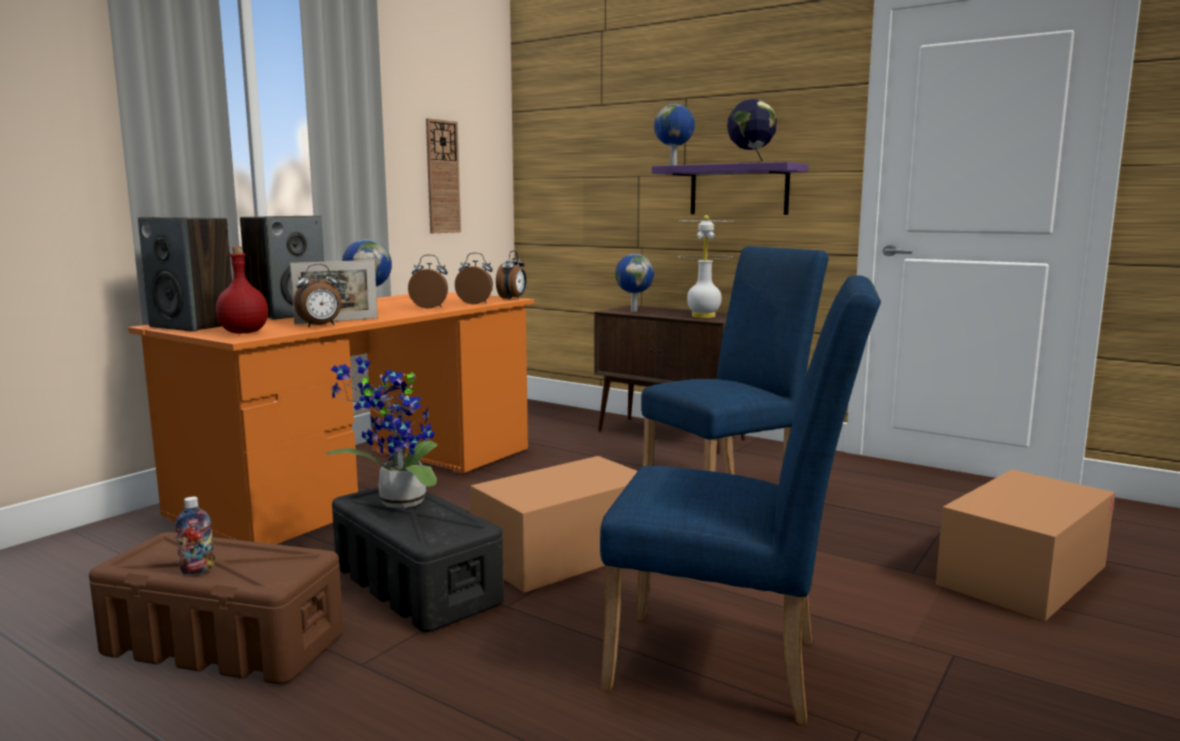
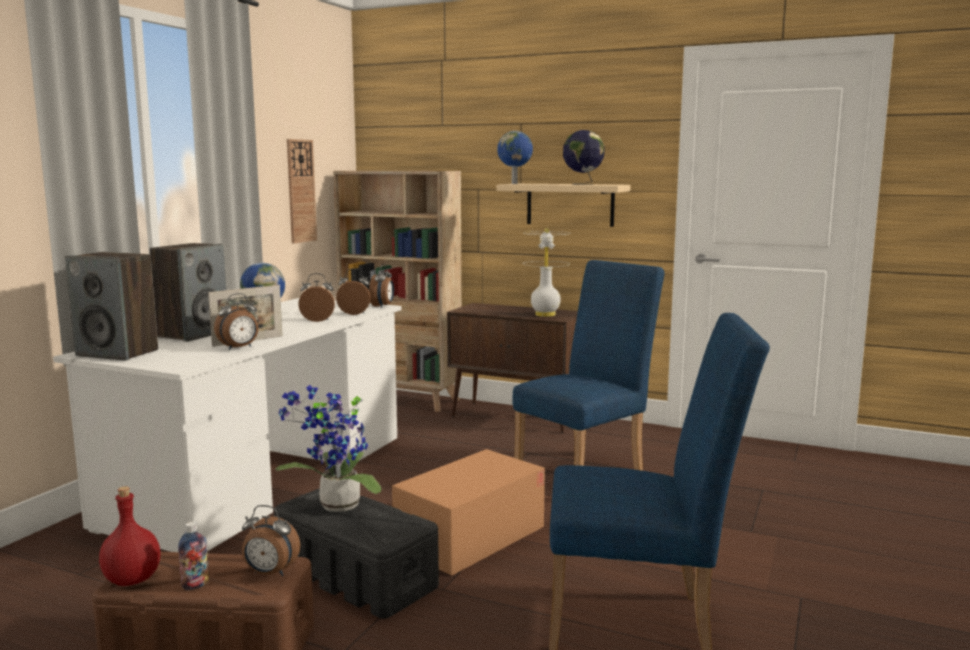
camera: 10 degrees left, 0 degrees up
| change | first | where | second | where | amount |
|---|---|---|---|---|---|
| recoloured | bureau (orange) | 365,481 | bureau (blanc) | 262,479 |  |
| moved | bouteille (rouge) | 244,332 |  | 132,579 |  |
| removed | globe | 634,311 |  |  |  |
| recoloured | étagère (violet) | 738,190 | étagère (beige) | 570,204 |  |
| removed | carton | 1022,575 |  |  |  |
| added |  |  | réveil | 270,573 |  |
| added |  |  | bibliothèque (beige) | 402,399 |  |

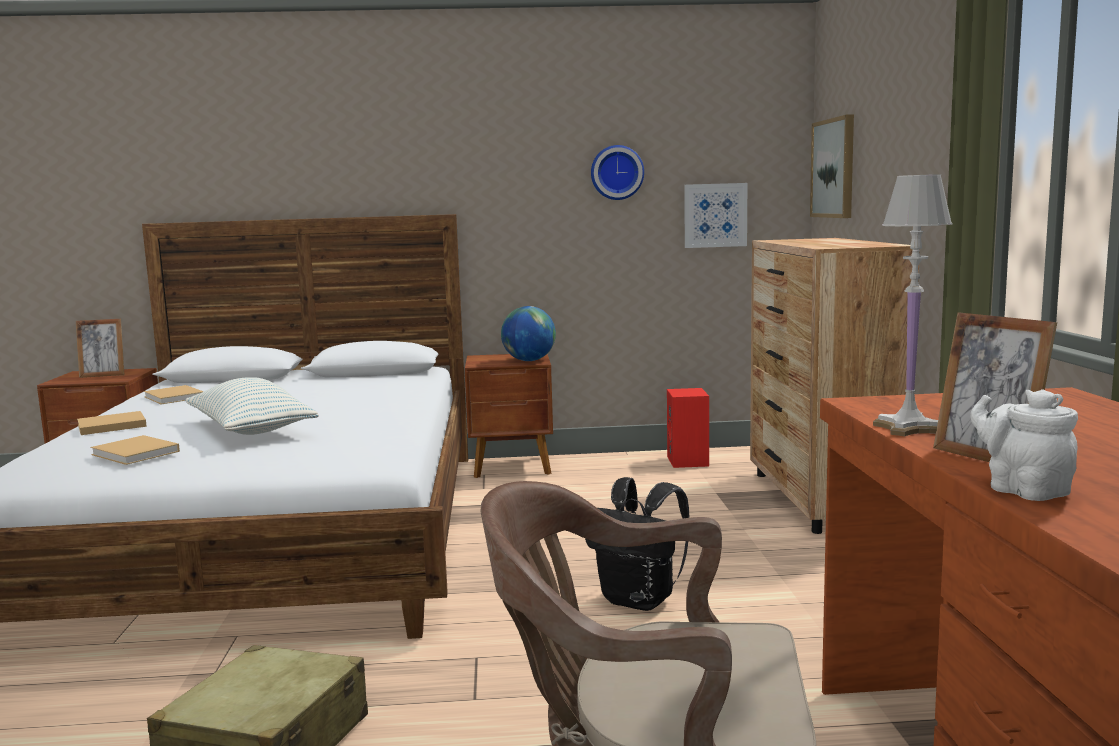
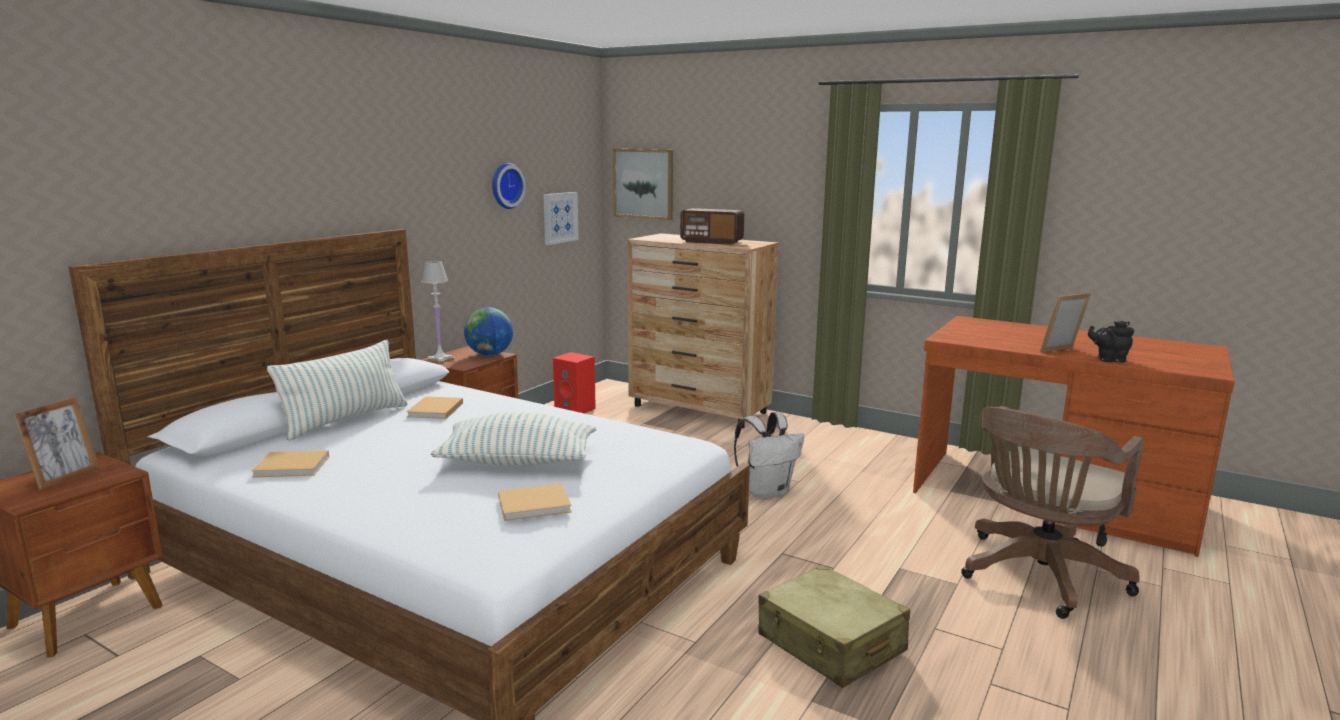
camera: 55 degrees left, 5 degrees up
| change | first | where | second | where | amount |
|---|---|---|---|---|---|
| moved | livre (beige) | 109,426 |  | 435,410 |  |
| recoloured | sac à dos (noir) | 640,600 | sac à dos (blanc) | 766,492 |  |
| moved | lampe de table (blanc) | 908,428 |  | 440,360 |  |
| turned | cadre photo | 988,457 |  | 1061,351 | 150 degrees clockwise |
| recoloured | théière (blanc) | 1022,489 | théière (noir) | 1109,359 |  |
| added |  |  | coussin | 345,420 |  |
| added |  |  | radio | 711,242 |  |

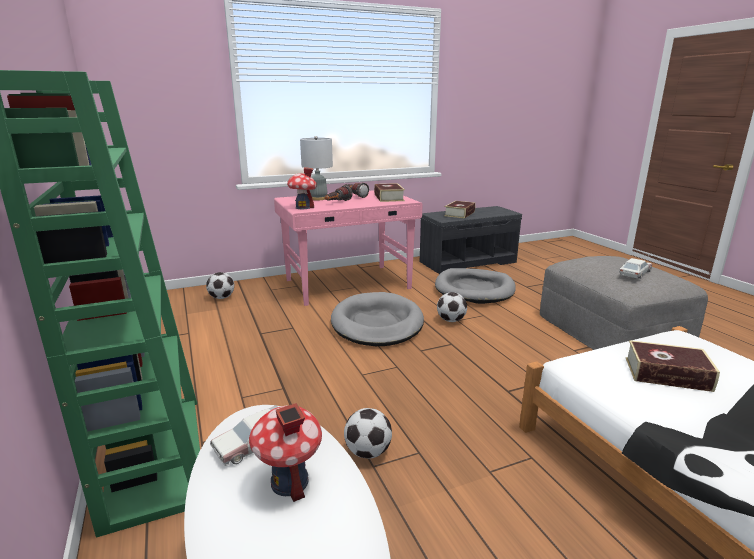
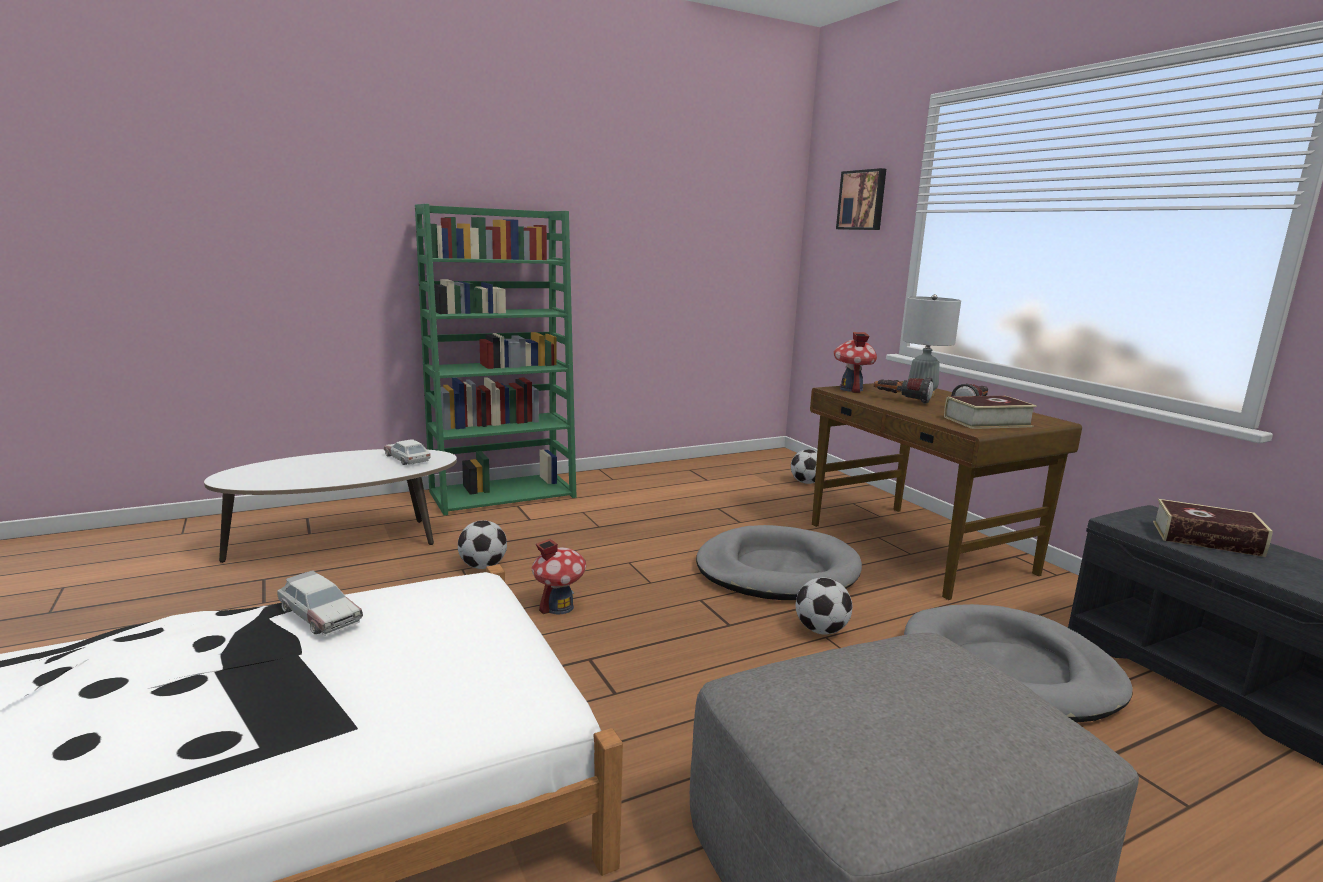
camera: 85 degrees right, 5 degrees down
| change | first | where | second | where | amount |
|---|---|---|---|---|---|
| moved | maison miniature | 289,482 |  | 559,607 |  |
| recoloured | bureau (rose) | 348,284 | bureau (marron) | 917,549 |  |
| moved | petite voiture | 634,273 |  | 319,615 |  |
| removed | livre | 667,374 |  |  |  |
| added |  |  | tableau | 862,200 |  |

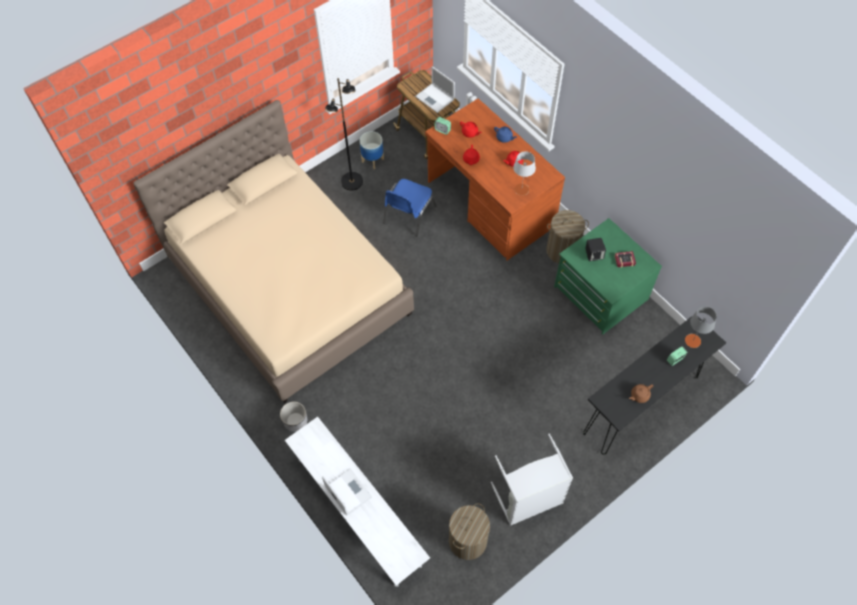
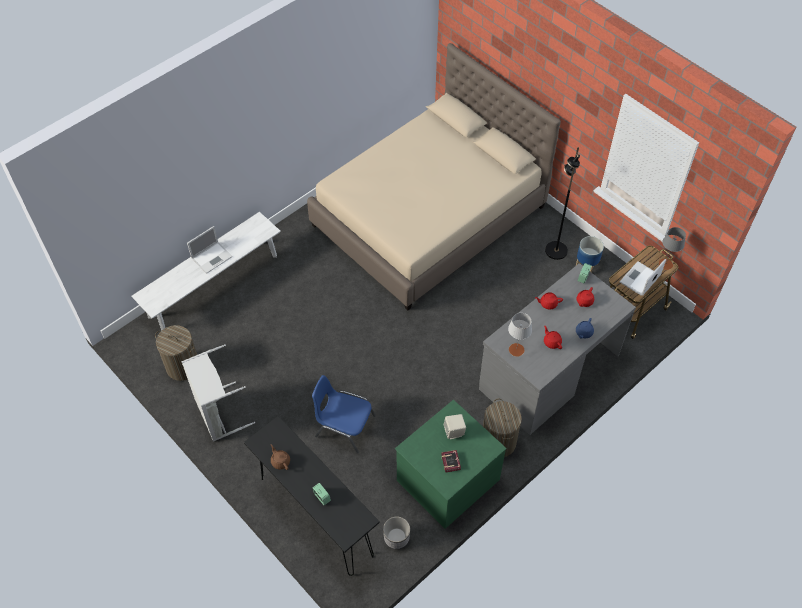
camera: 85 degrees right, 5 degrees down
| change | first | where | second | where | amount |
|---|---|---|---|---|---|
| moved | cache-pot | 295,421 |  | 396,537 |  |
| moved | chaise (bleu) | 408,215 |  | 344,426 |  |
| recoloured | bureau (marron) | 490,204 | bureau (gris) | 548,371 |  |
| recoloured | enceinte (noir) | 593,255 | enceinte (beige) | 454,432 |  |
| moved | lampe de table (gris) | 693,341 |  | 665,264 |  |

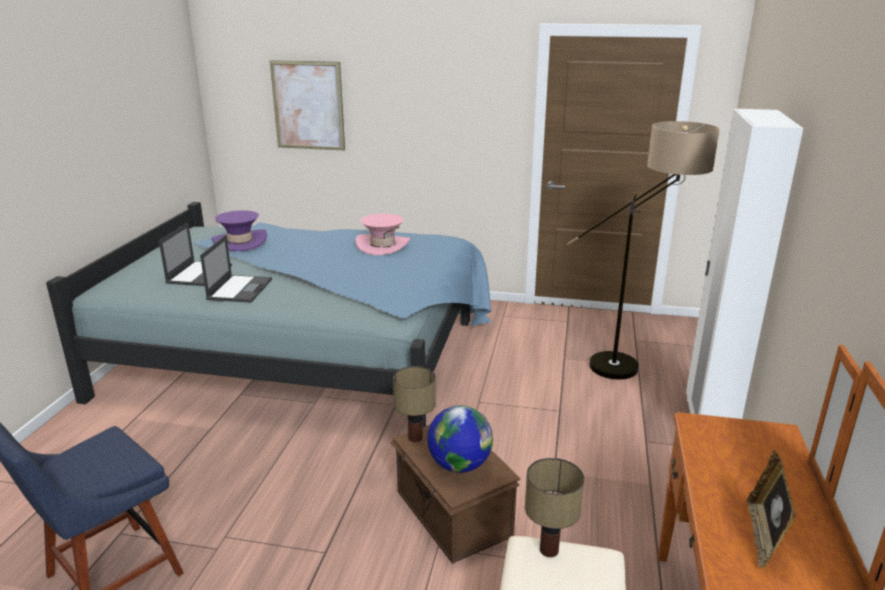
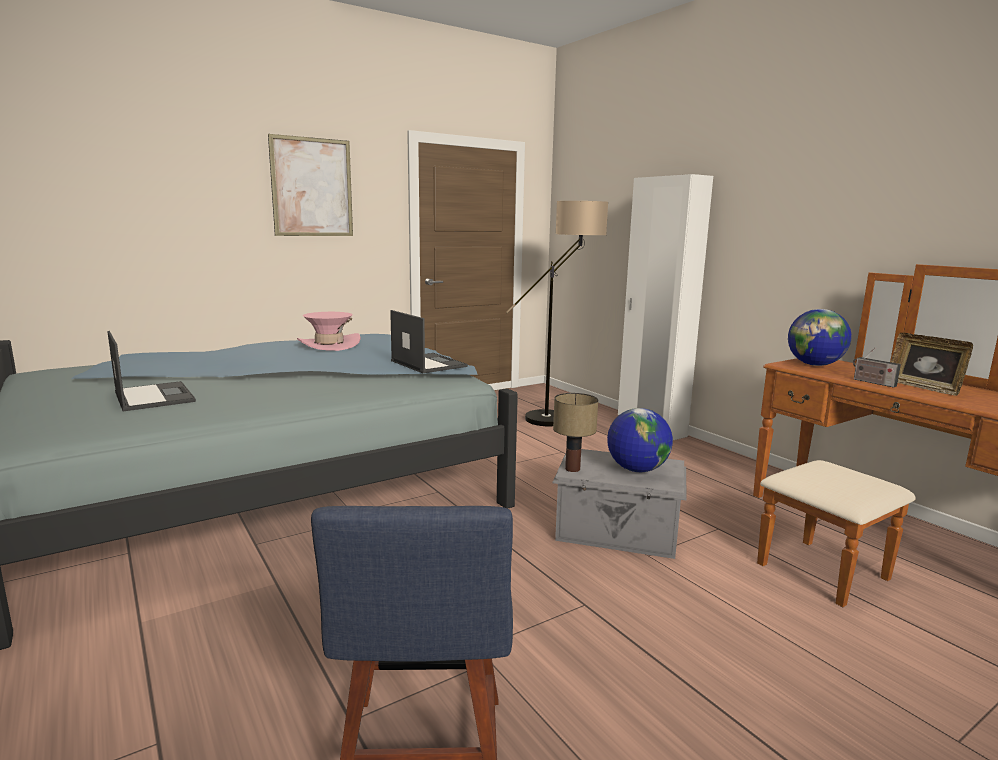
camera: 45 degrees left, 10 degrees down
| change | first | where | second | where | amount |
|---|---|---|---|---|---|
| moved | ordinateur portable | 240,289 |  | 427,363 |  |
| removed | chapeau (violet) | 240,242 |  |  |  |
| moved | tableau | 308,106 |  | 312,187 |  |
| recoloured | boîte de rangement (marron) | 452,514 | boîte de rangement (gris) | 617,533 |  |
| removed | lampe de table | 550,550 |  |  |  |
| added |  |  | globe | 815,365 |  |
| added |  |  | radio | 872,382 |  |

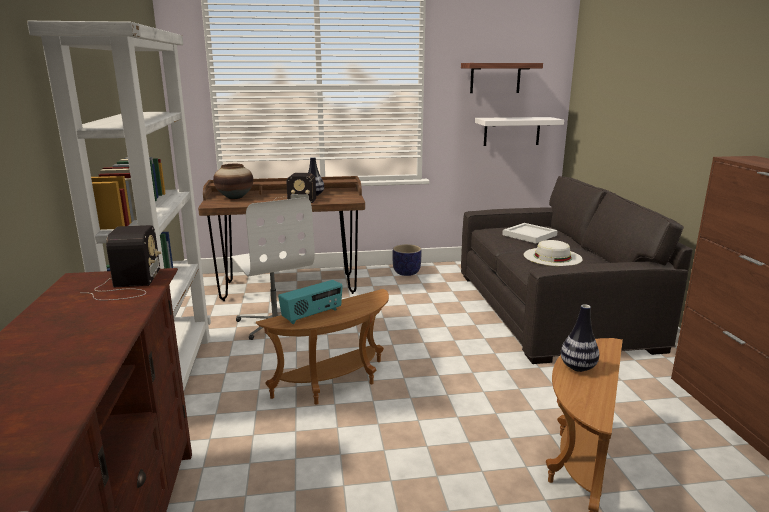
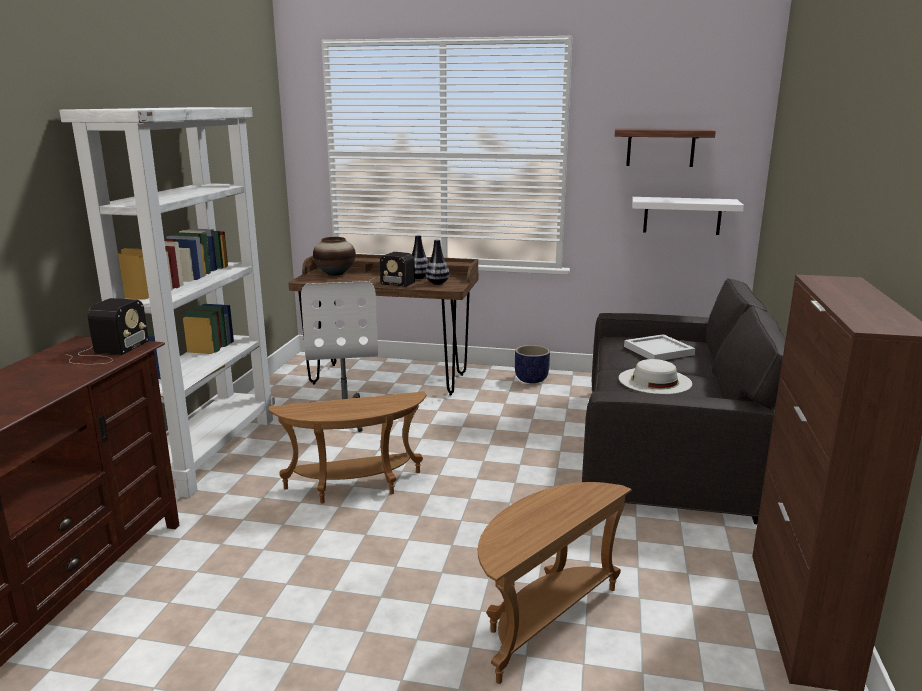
camera: 20 degrees right, 0 degrees up
| change | first | where | second | where | amount |
|---|---|---|---|---|---|
| removed | radio | 312,315 |  |  |  |
| moved | vase | 578,367 |  | 437,283 |  |

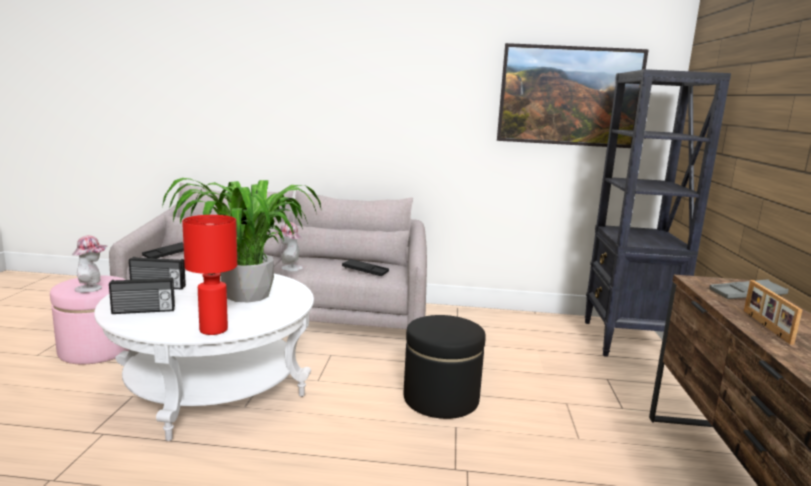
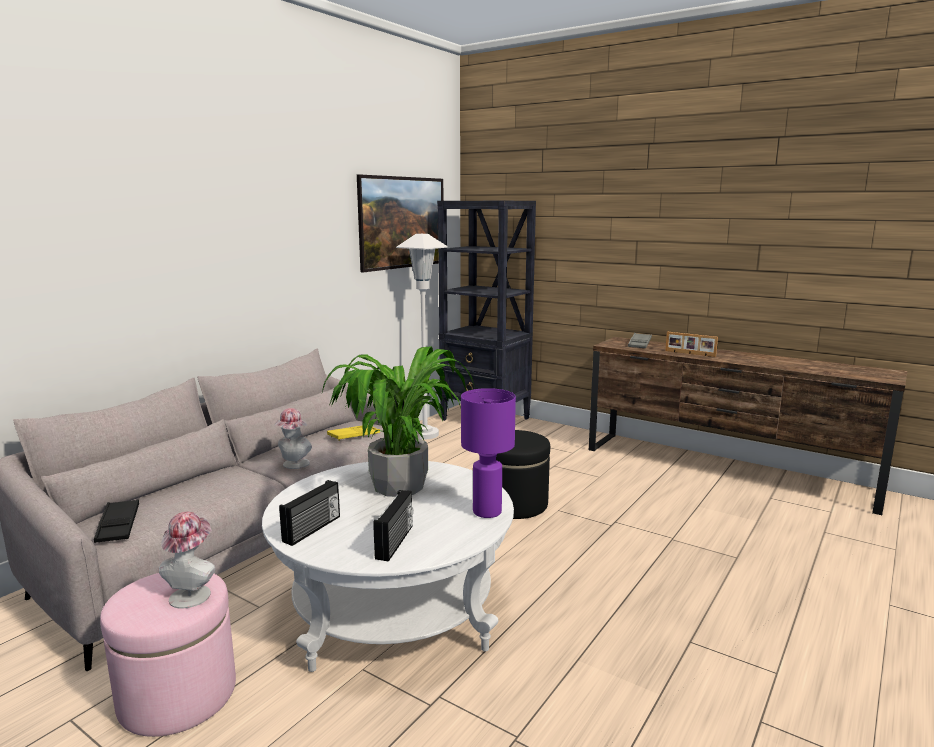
camera: 60 degrees left, 0 degrees up
| change | first | where | second | where | amount |
|---|---|---|---|---|---|
| recoloured | lampe de table (rouge) | 214,330 | lampe de table (violet) | 487,511 |  |
| recoloured | plateau (noir) | 365,271 | plateau (jaune) | 354,436 |  |
| added |  |  | lampadaire (blanc) | 425,434 |  |

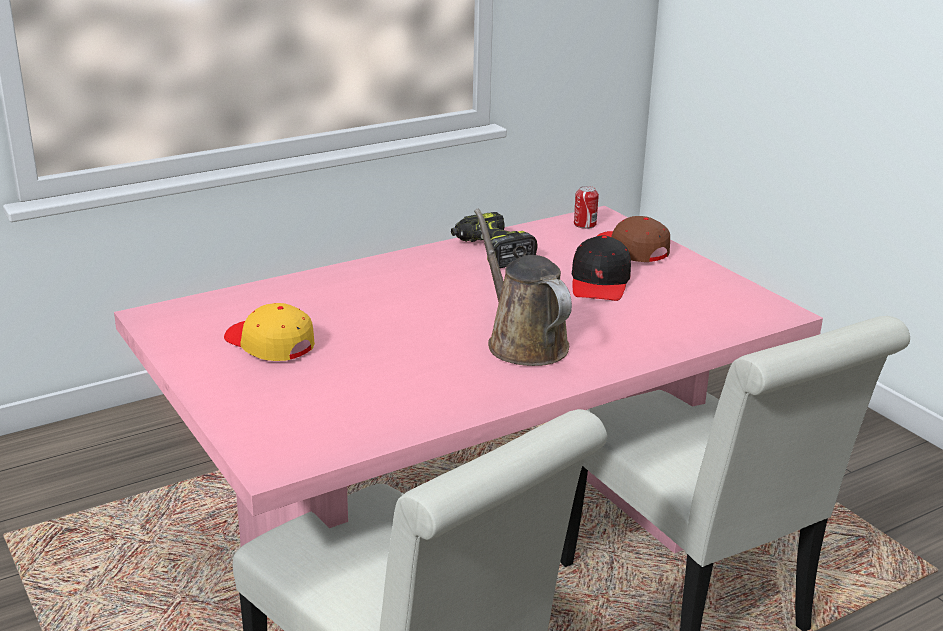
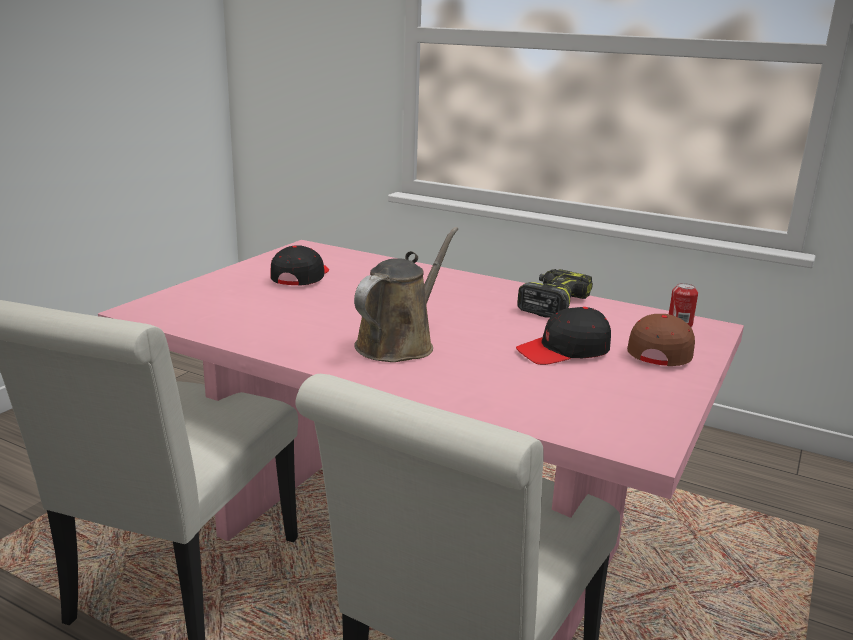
camera: 60 degrees right, 5 degrees down
| change | first | where | second | where | amount |
|---|---|---|---|---|---|
| recoloured | casquette (jaune) | 269,344 | casquette (noir) | 300,277 |  |

